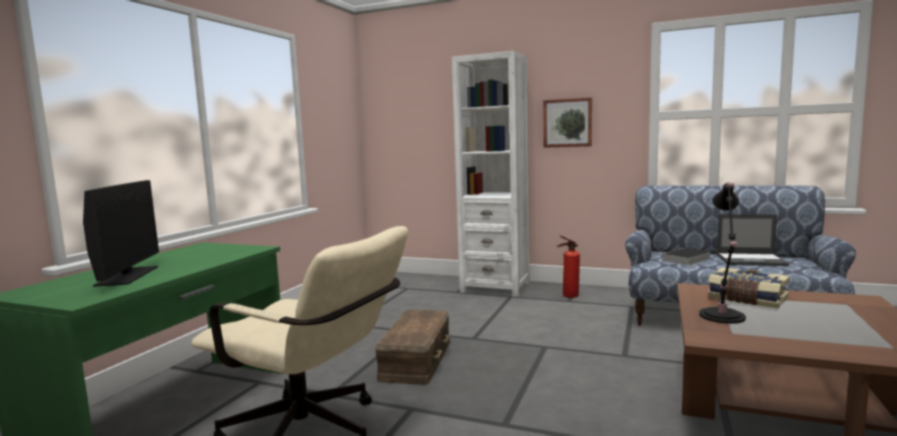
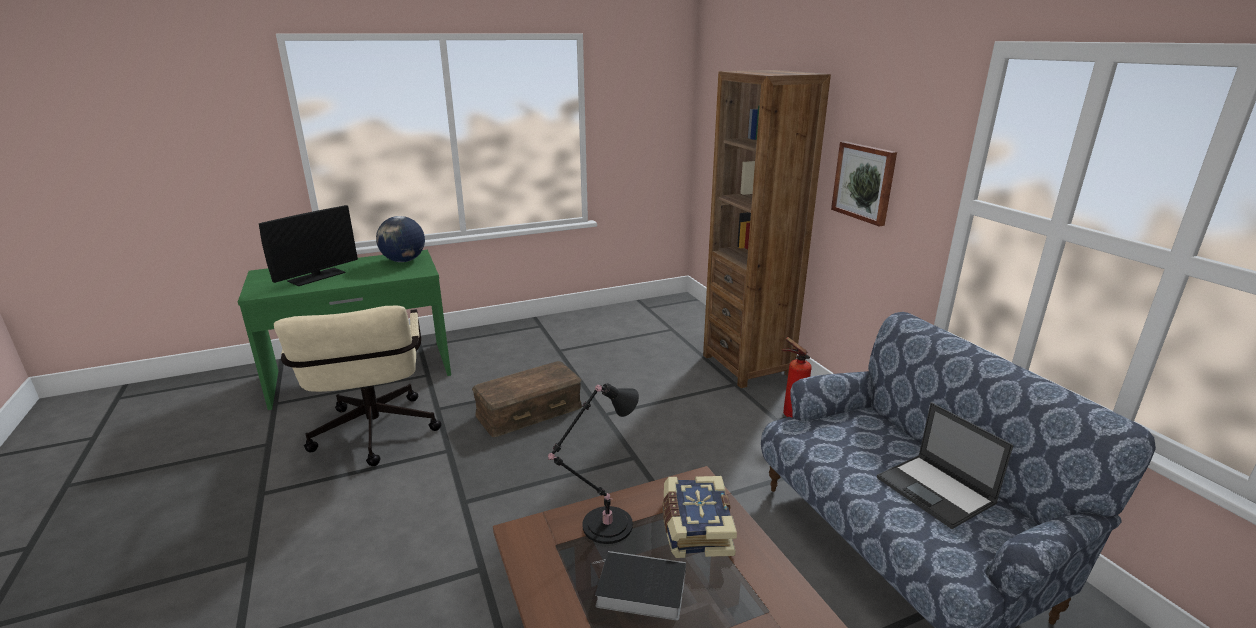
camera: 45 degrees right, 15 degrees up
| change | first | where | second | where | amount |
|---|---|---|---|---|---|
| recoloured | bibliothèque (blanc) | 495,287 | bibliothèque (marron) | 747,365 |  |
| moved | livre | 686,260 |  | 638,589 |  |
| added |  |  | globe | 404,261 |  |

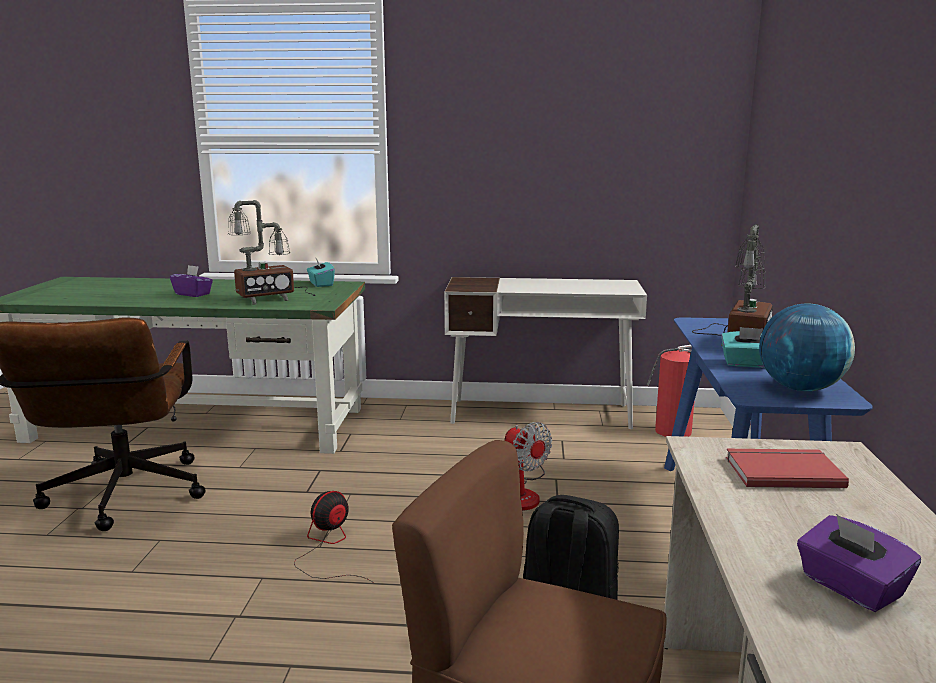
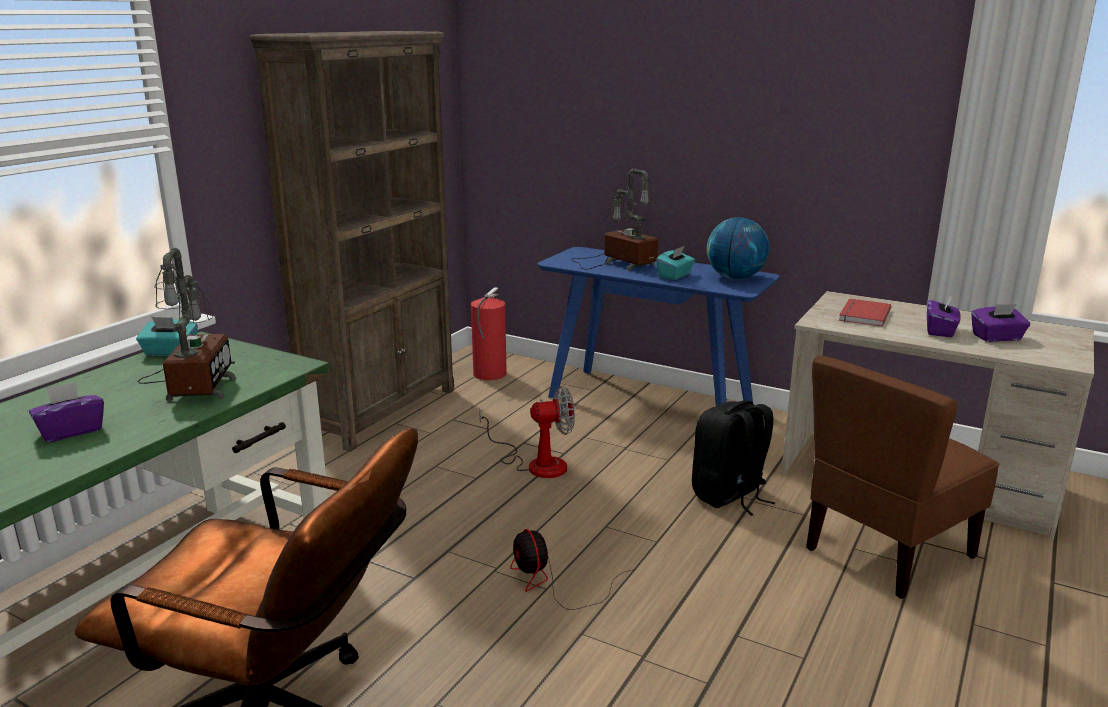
camera: 65 degrees left, 5 degrees up
| change | first | where | second | where | amount |
|---|---|---|---|---|---|
| replaced | bureau (blanc) | 541,413 | bibliothèque (marron) | 382,411 |  |
| added |  |  | boîte à mouchoirs (violet) | 940,331 |  |

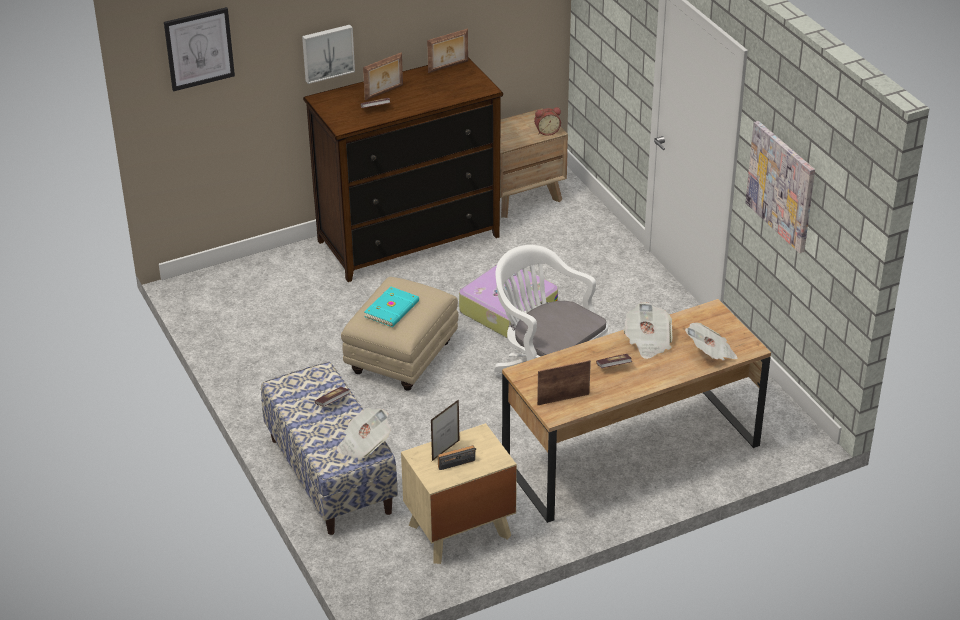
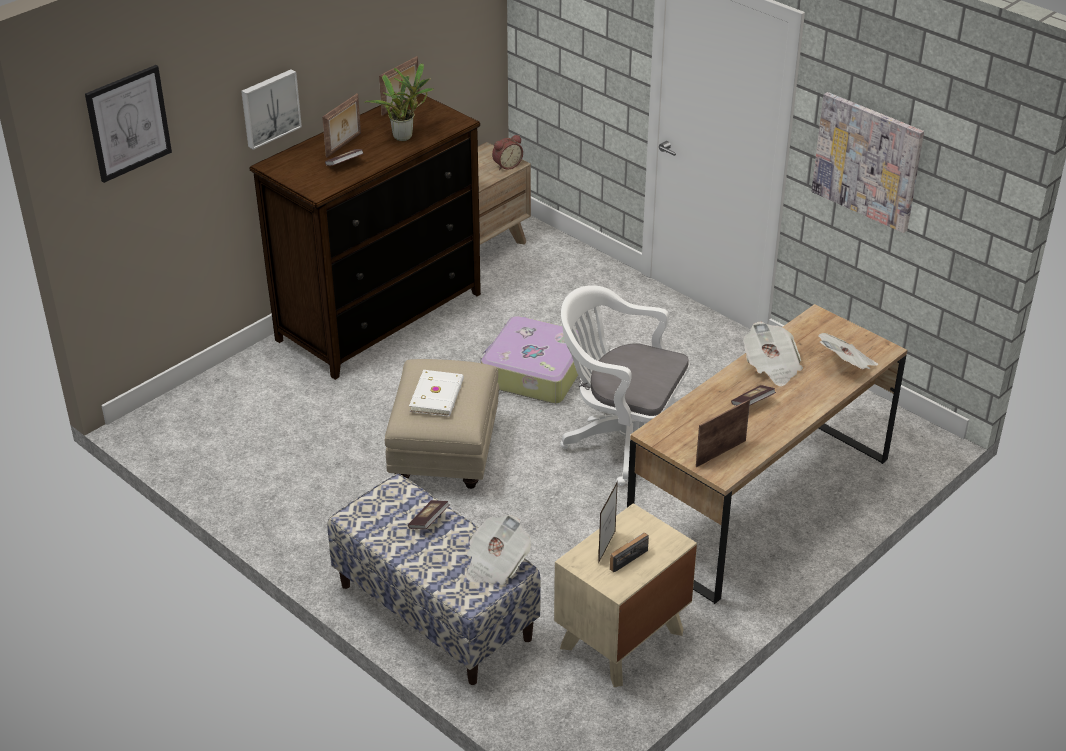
camera: 20 degrees left, 0 degrees up
| change | first | where | second | where | amount |
|---|---|---|---|---|---|
| recoloured | livre (turquoise) | 393,309 | livre (blanc) | 438,395 |  |
| added |  |  | plante en pot | 405,136 |  |

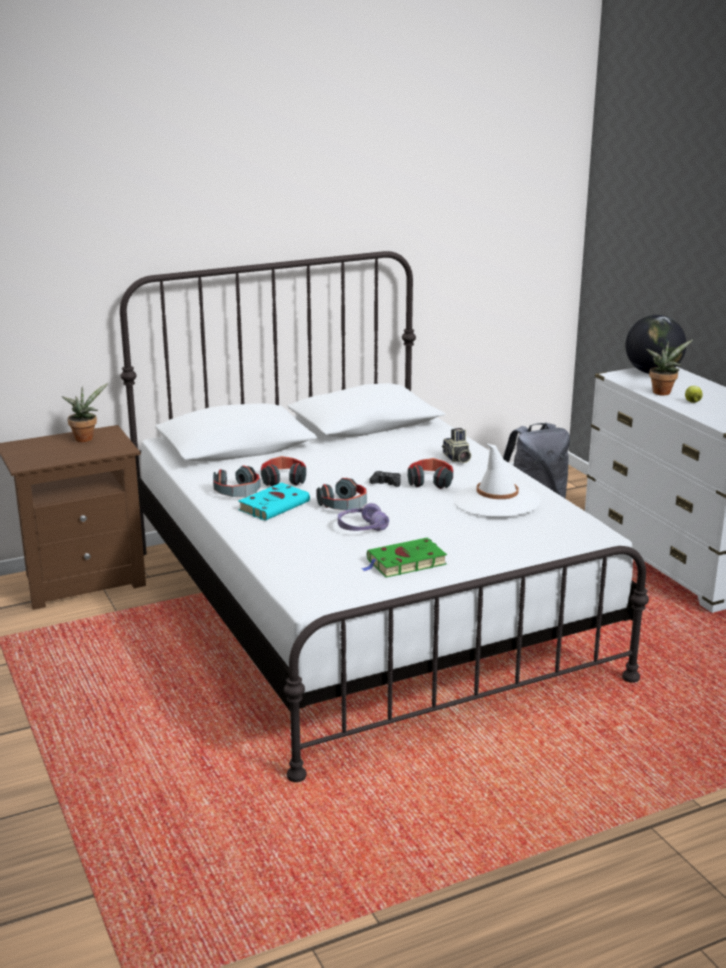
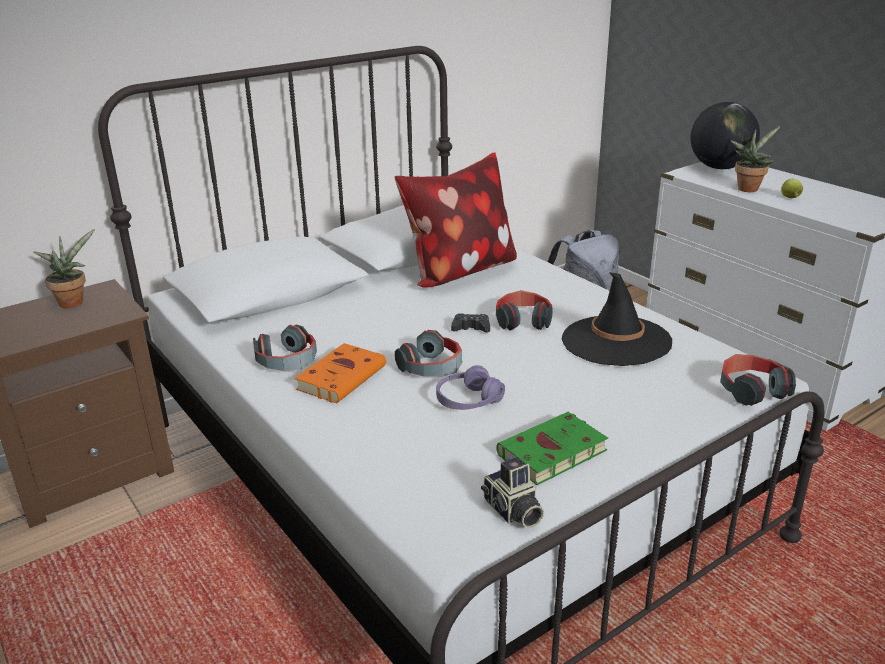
camera: 10 degrees left, 5 degrees up
| change | first | where | second | where | amount |
|---|---|---|---|---|---|
| recoloured | livre (turquoise) | 275,505 | livre (orange) | 343,377 |  |
| moved | casque audio | 283,479 |  | 751,390 |  |
| moved | appareil photo | 456,458 |  | 512,511 |  |
| recoloured | chapeau (blanc) | 496,501 | chapeau (noir) | 616,341 |  |
| added |  |  | coussin | 459,271 |  |

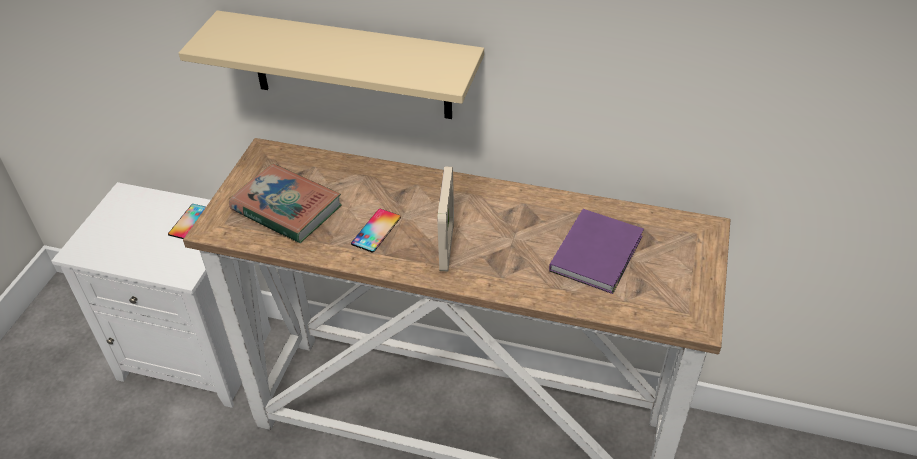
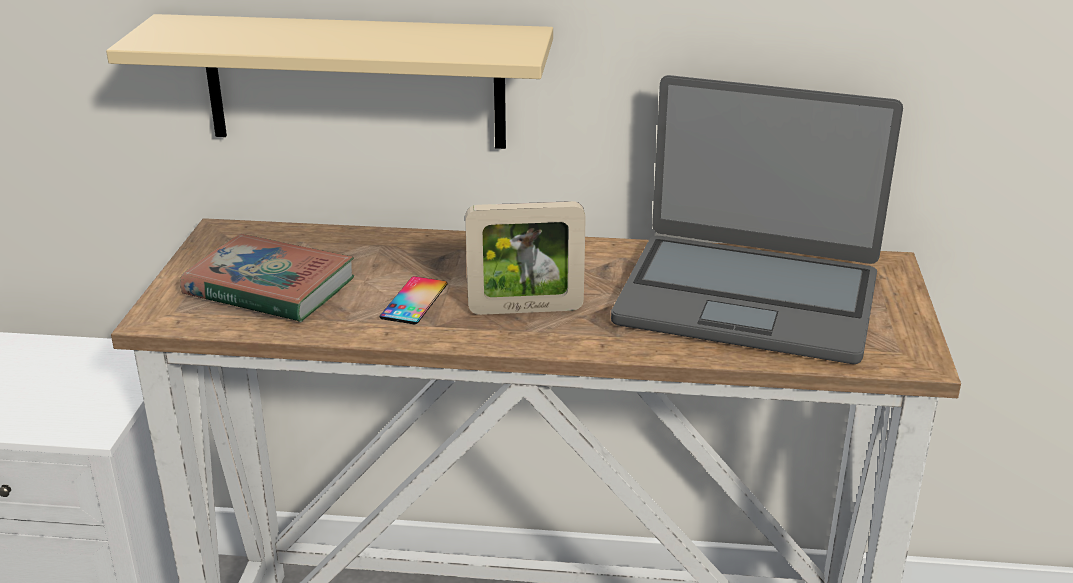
camera: 10 degrees left, 15 degrees down
| change | first | where | second | where | amount |
|---|---|---|---|---|---|
| removed | téléphone | 189,222 |  |  |  |
| turned | cadre photo | 447,246 |  | 525,309 | 90 degrees clockwise |
| replaced | livre (violet) | 598,252 | ordinateur portable | 748,298 |  |

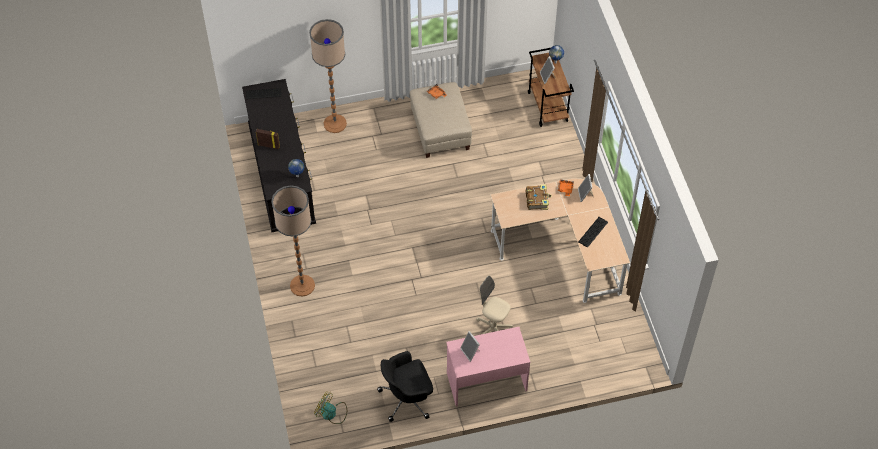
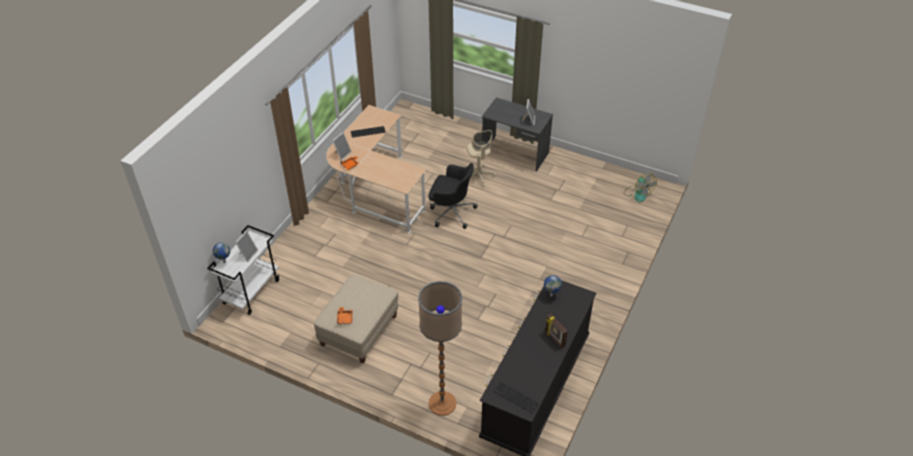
camera: 140 degrees left, 10 degrees down
| change | first | where | second | where | amount |
|---|---|---|---|---|---|
| removed | lampadaire | 302,285 |  |  |  |
| moved | chaise de bureau (noir) | 407,398 |  | 451,212 |  |
| recoloured | bureau (rose) | 486,381 | bureau (gris) | 515,153 |  |
| removed | livre | 537,199 |  |  |  |
| recoloured | chariot (marron) | 548,107 | chariot (blanc) | 251,291 |  |

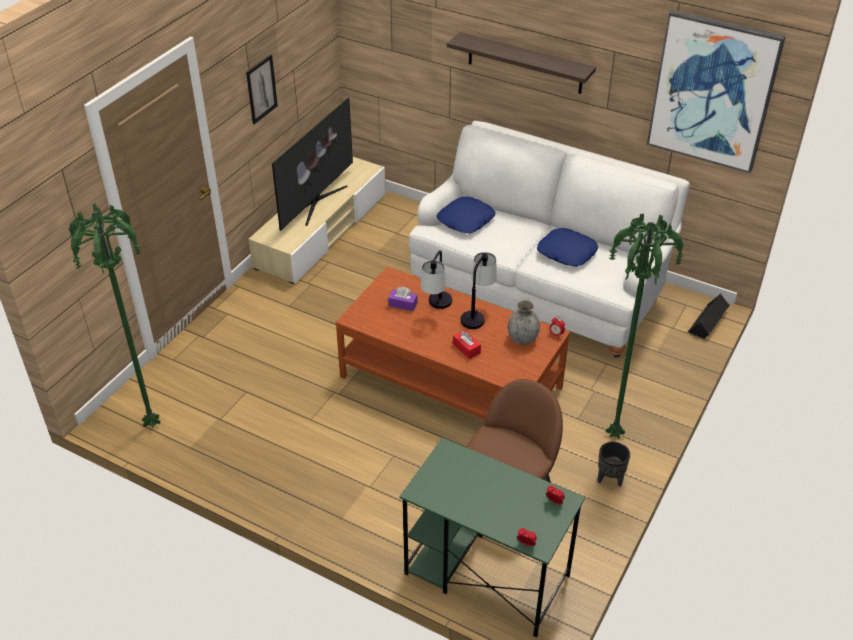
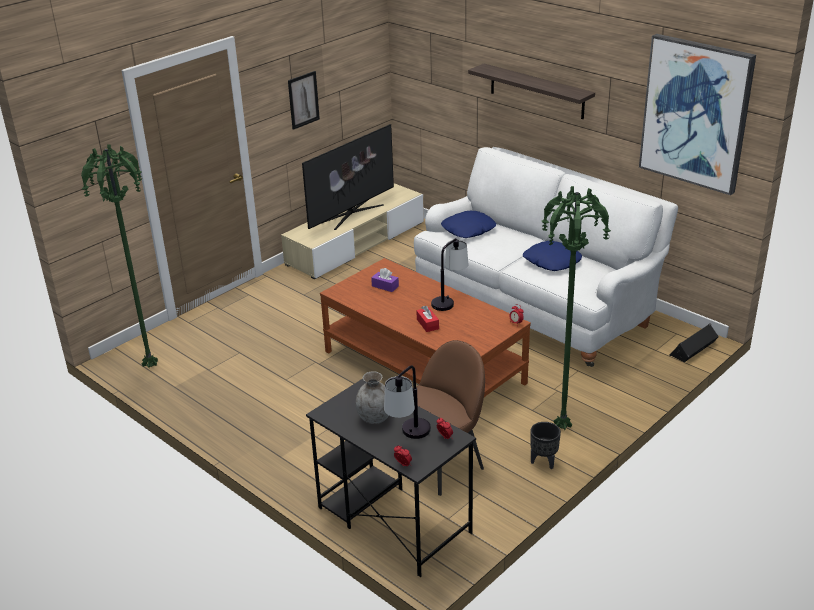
camera: 15 degrees right, 10 degrees down
| change | first | where | second | where | amount |
|---|---|---|---|---|---|
| recoloured | bureau (vert) | 485,574 | bureau (noir) | 392,519 |  |
| moved | lampe de table | 437,308 |  | 409,437 |  |
| moved | vase (gris) | 522,338 |  | 375,418 |  |

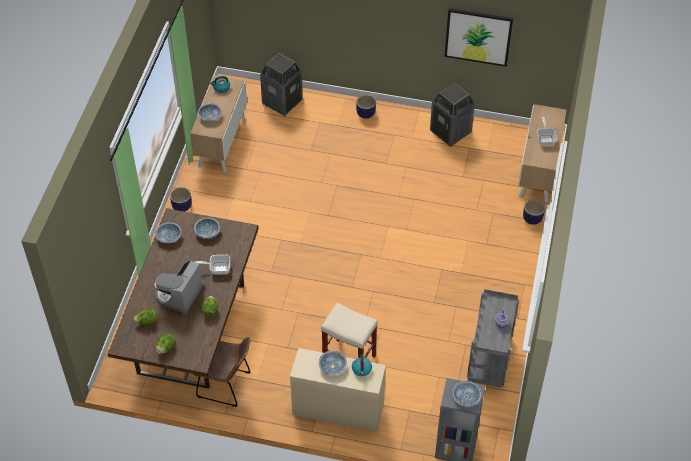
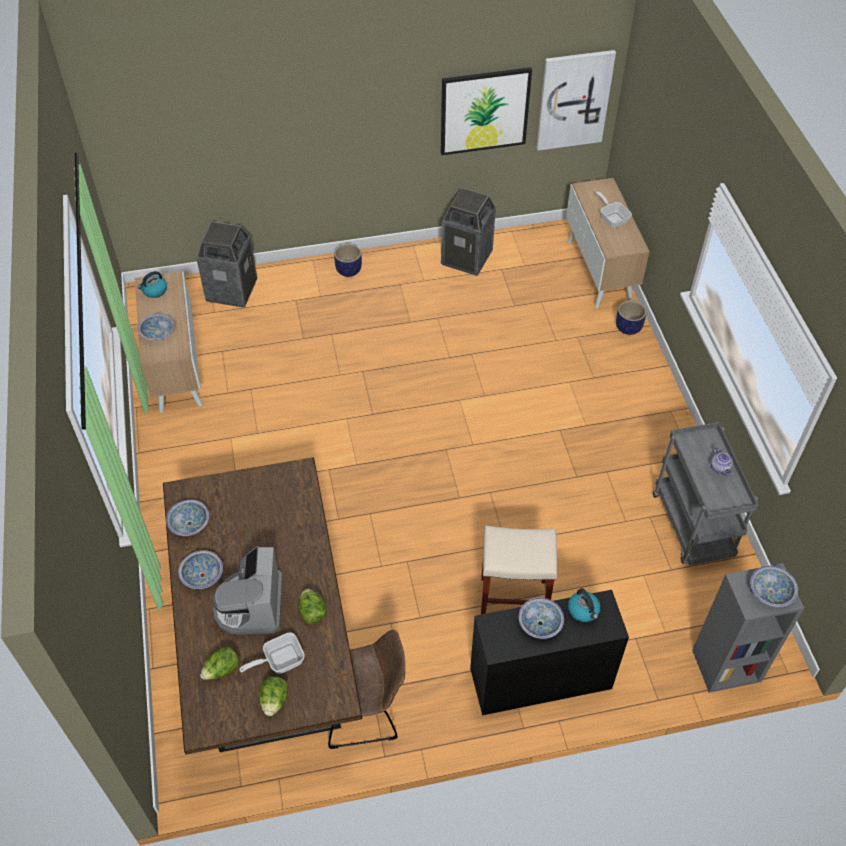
camera: 25 degrees left, 0 degrees up
| change | first | where | second | where | amount |
|---|---|---|---|---|---|
| removed | cache-pot | 182,206 |  |  |  |
| moved | bol | 207,232 |  | 202,575 |  |
| moved | poêle | 217,268 |  | 279,661 |  |
| recoloured | bureau (beige) | 338,409 | bureau (noir) | 540,679 |  |
| added |  |  | tableau | 574,100 |  |

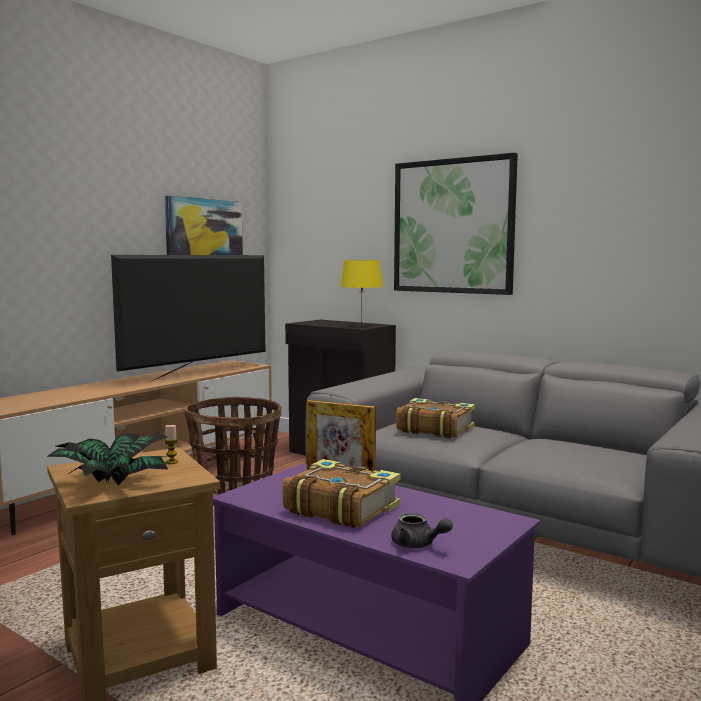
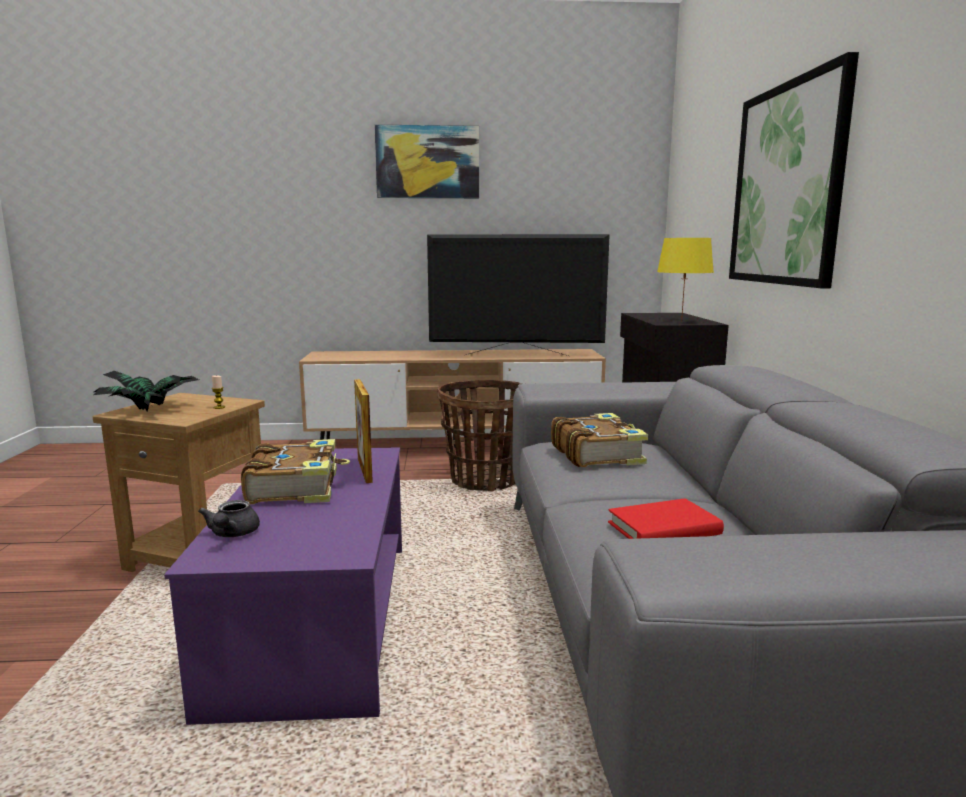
camera: 50 degrees right, 5 degrees up
| change | first | where | second | where | amount |
|---|---|---|---|---|---|
| moved | tableau | 204,231 |  | 427,162 |  |
| added |  |  | livre (rouge) | 664,529 |  |

